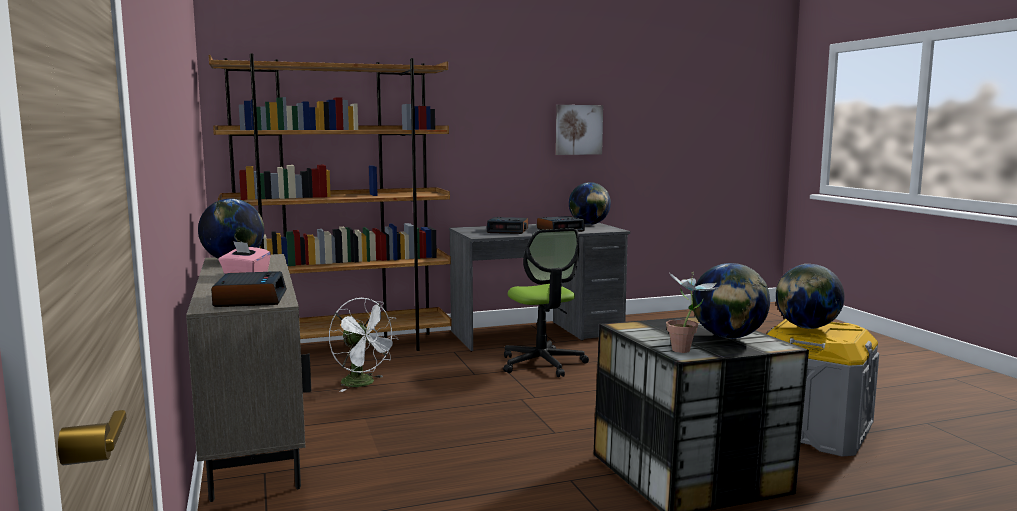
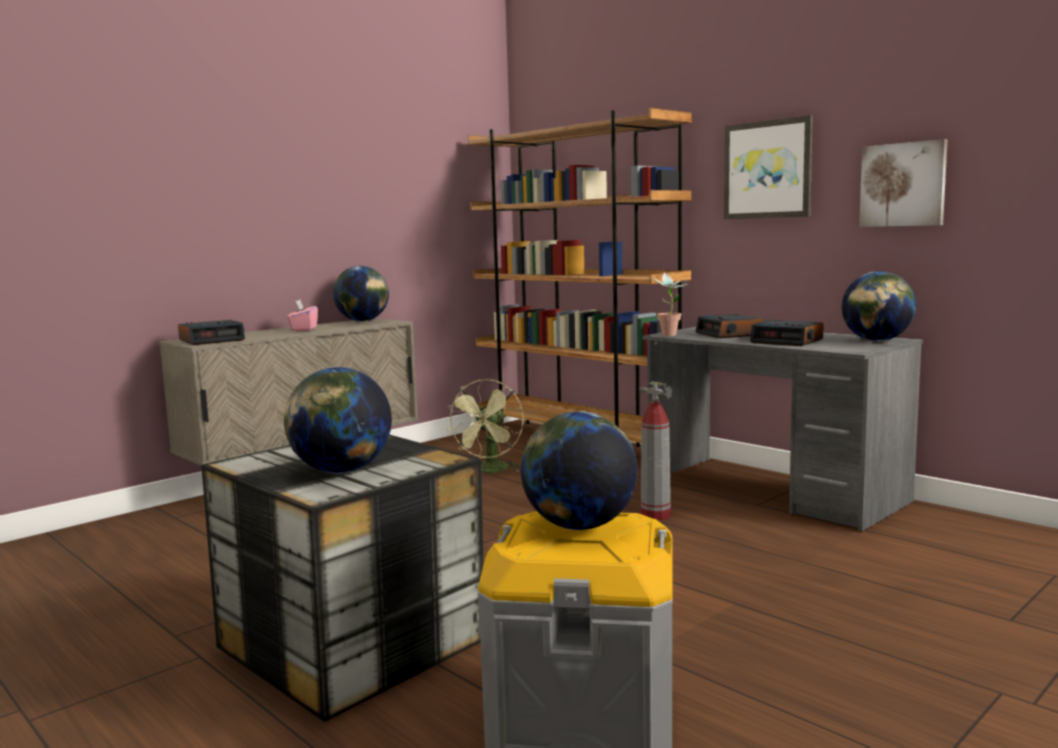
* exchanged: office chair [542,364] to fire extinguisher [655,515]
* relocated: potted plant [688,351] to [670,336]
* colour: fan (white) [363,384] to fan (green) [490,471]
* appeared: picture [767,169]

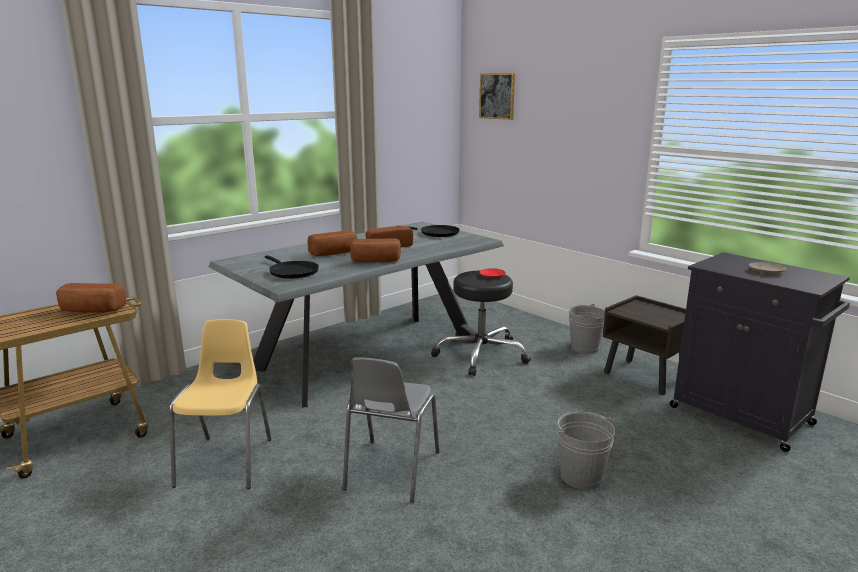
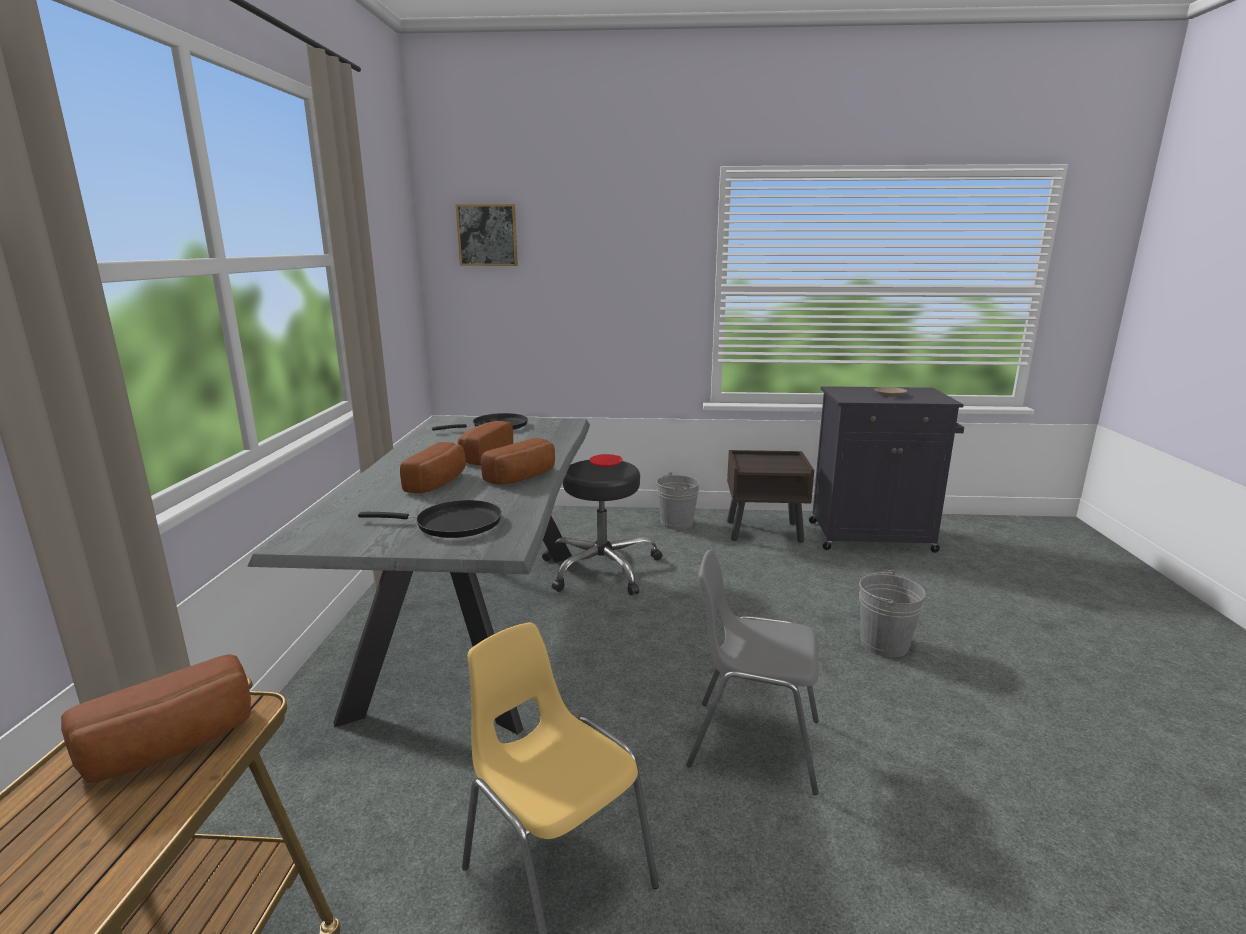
* spun: chair (grey) [391,470] = [753,743] 135 degrees clockwise

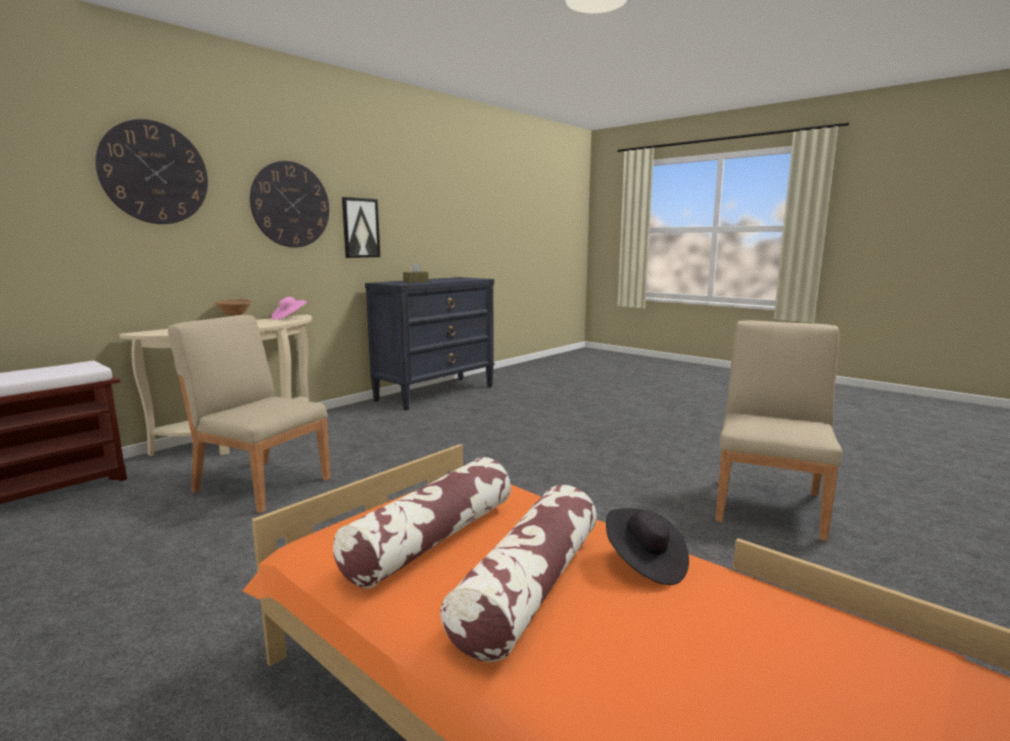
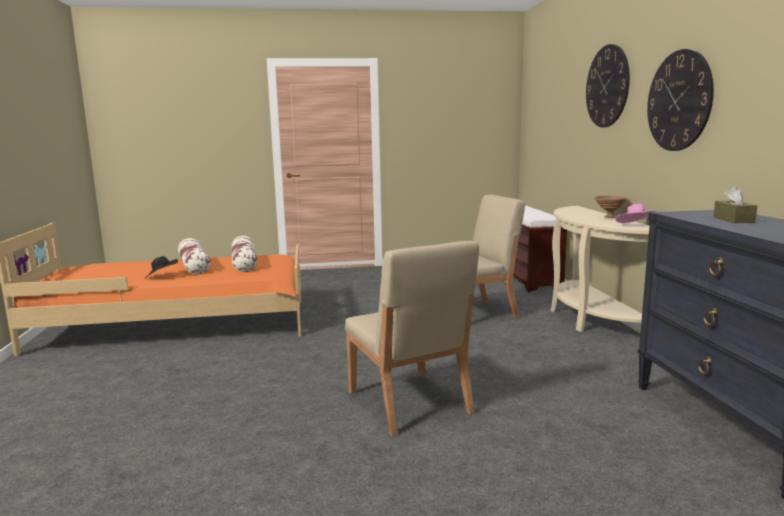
* missing: picture [360,228]
* relocated: chair (beige) [769,506] to [409,403]

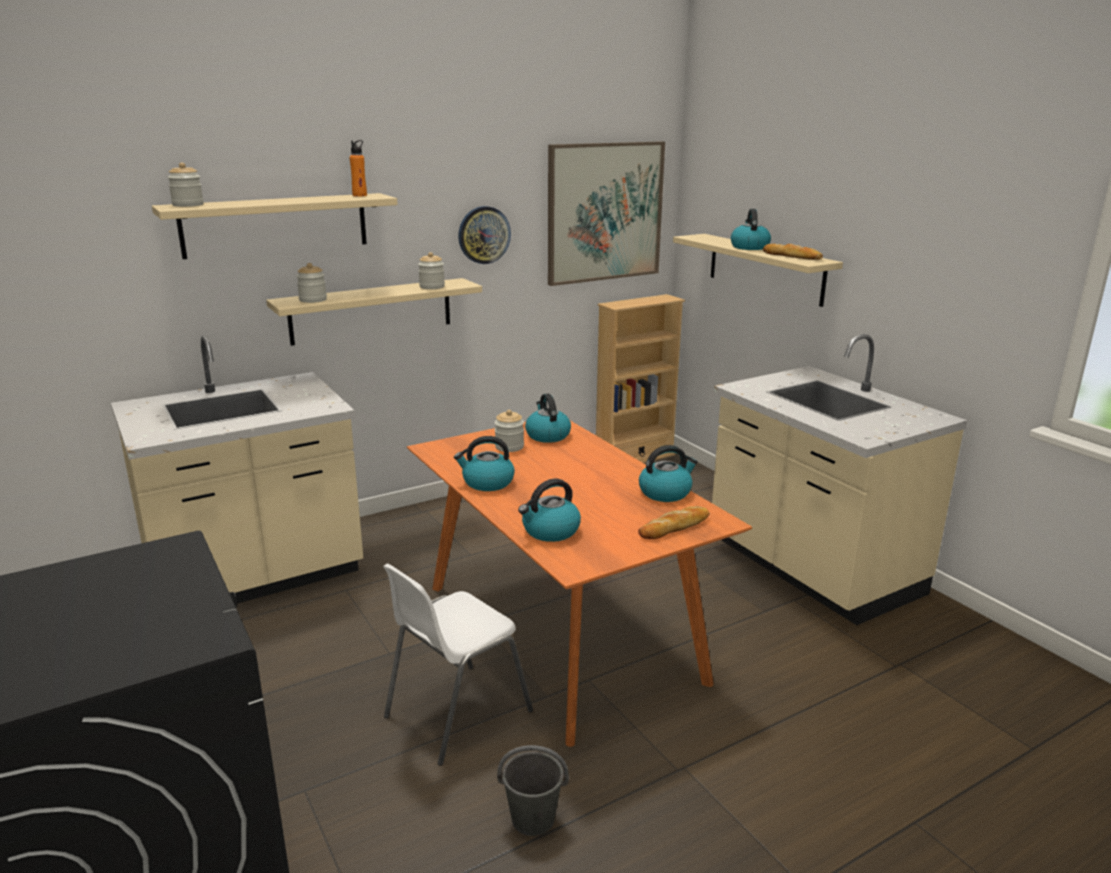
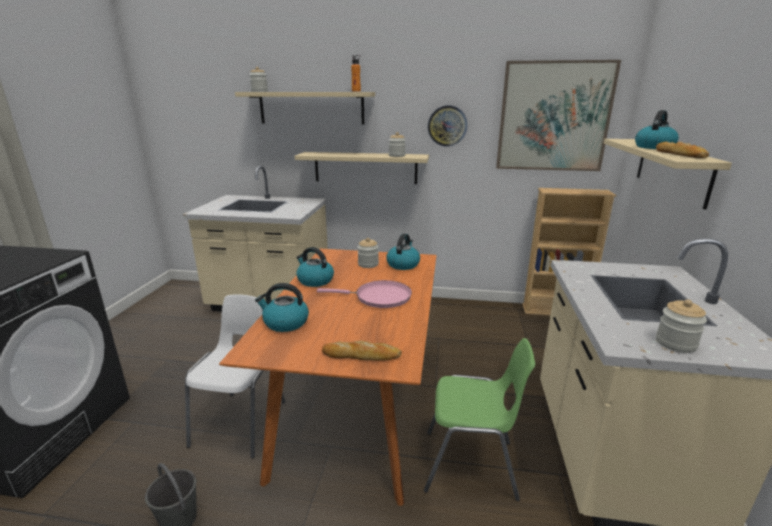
* relocated: jar [313,300] to [675,343]
* missing: kettle [665,492]
* spun: chair (white) [456,713] = [241,422] 105 degrees clockwise
* appeared: frying pan (pink) [379,297]
* appeared: chair (green) [470,465]

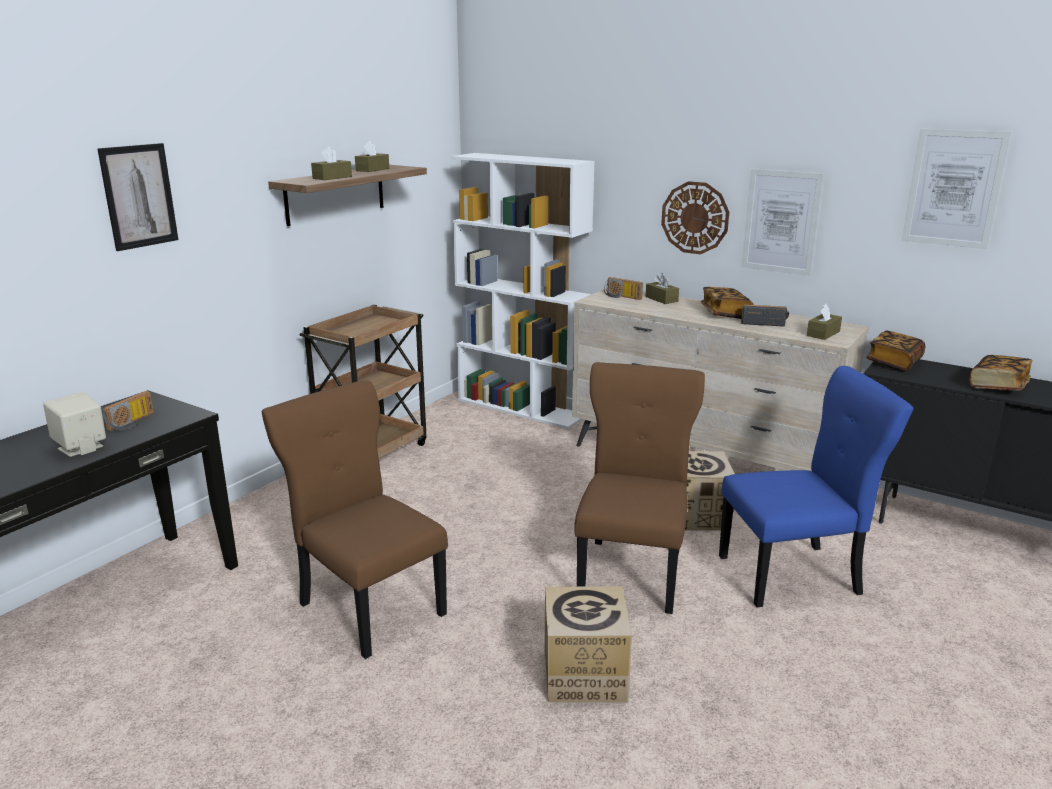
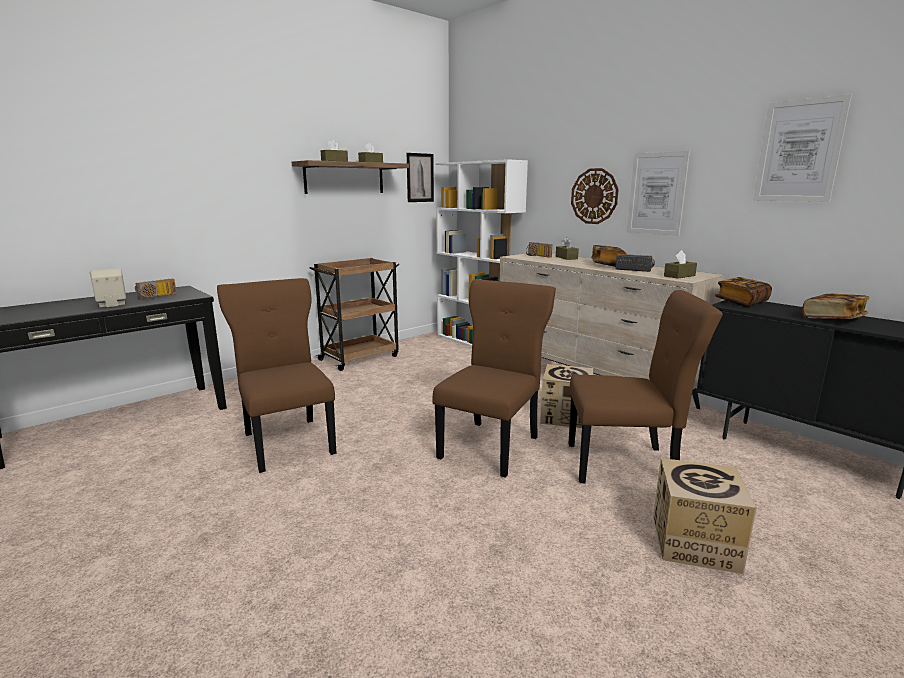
* relocated: picture [139,196] to [420,178]
* colour: chair (blue) [794,575] to chair (brown) [626,465]
* relocated: cardboard box [584,675] to [694,543]

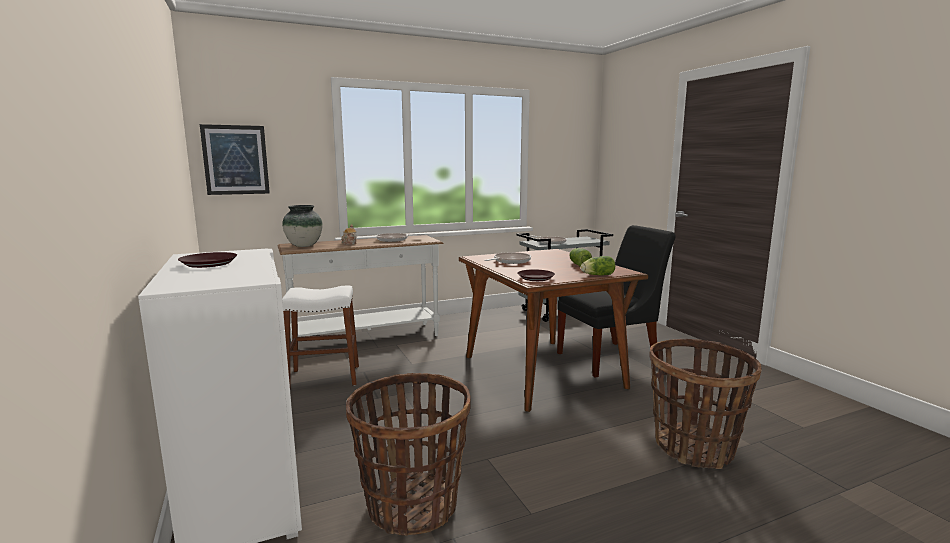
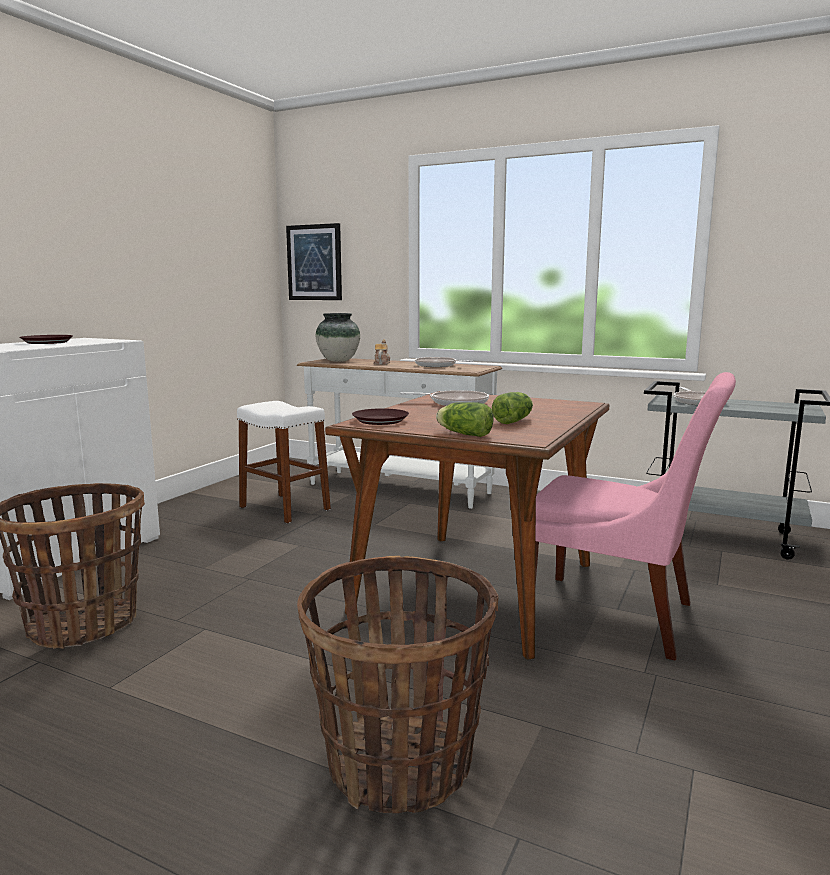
* colour: chair (black) [611,358] to chair (pink) [618,616]

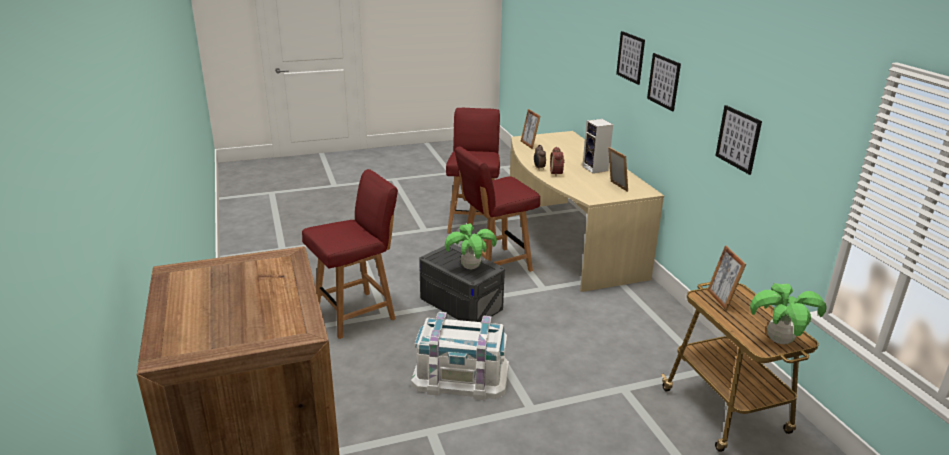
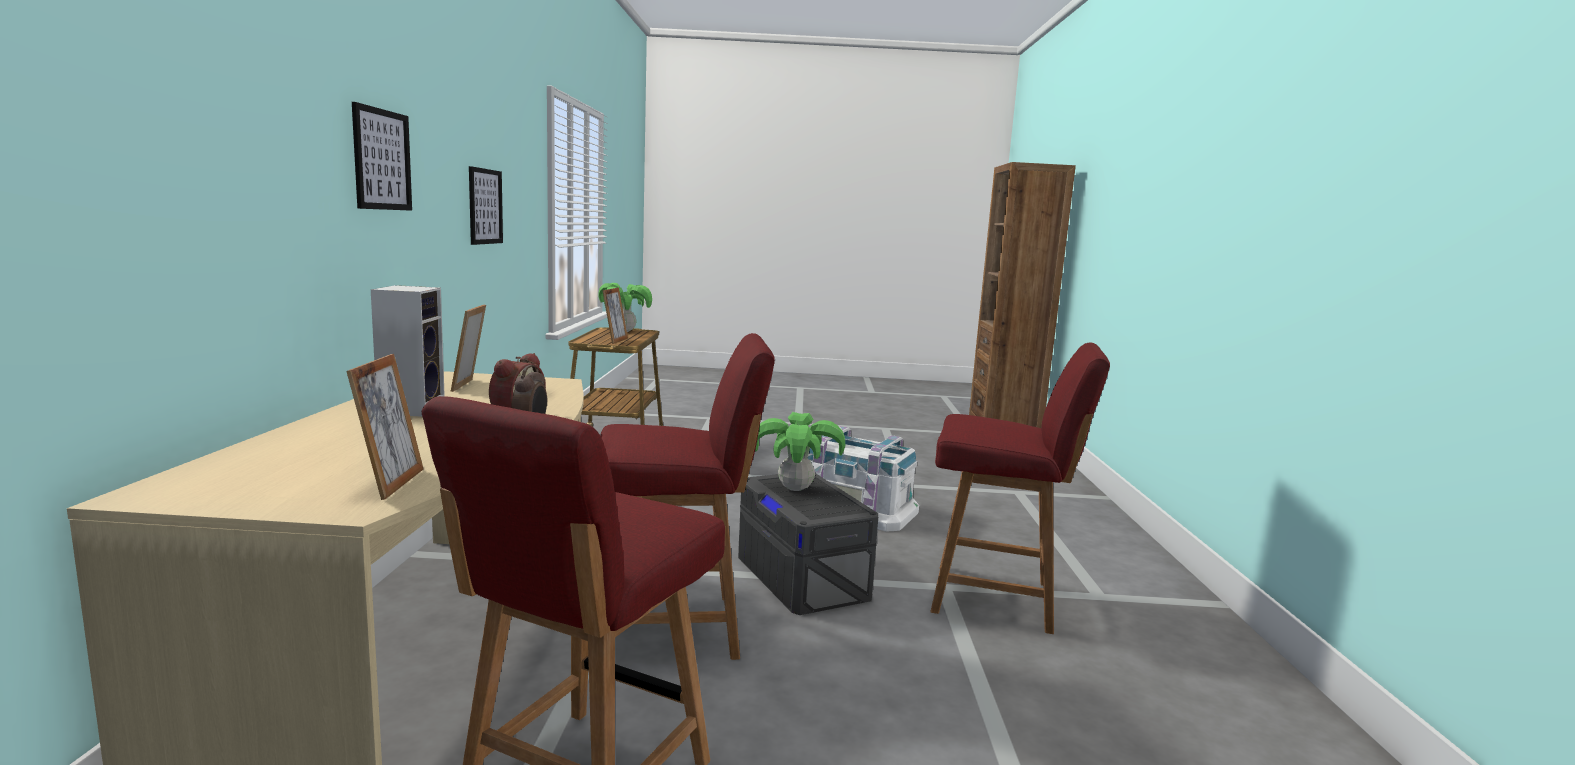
* missing: picture [630,57]
* spun: chair (red) [356,314] = [996,598] 150 degrees counterclockwise

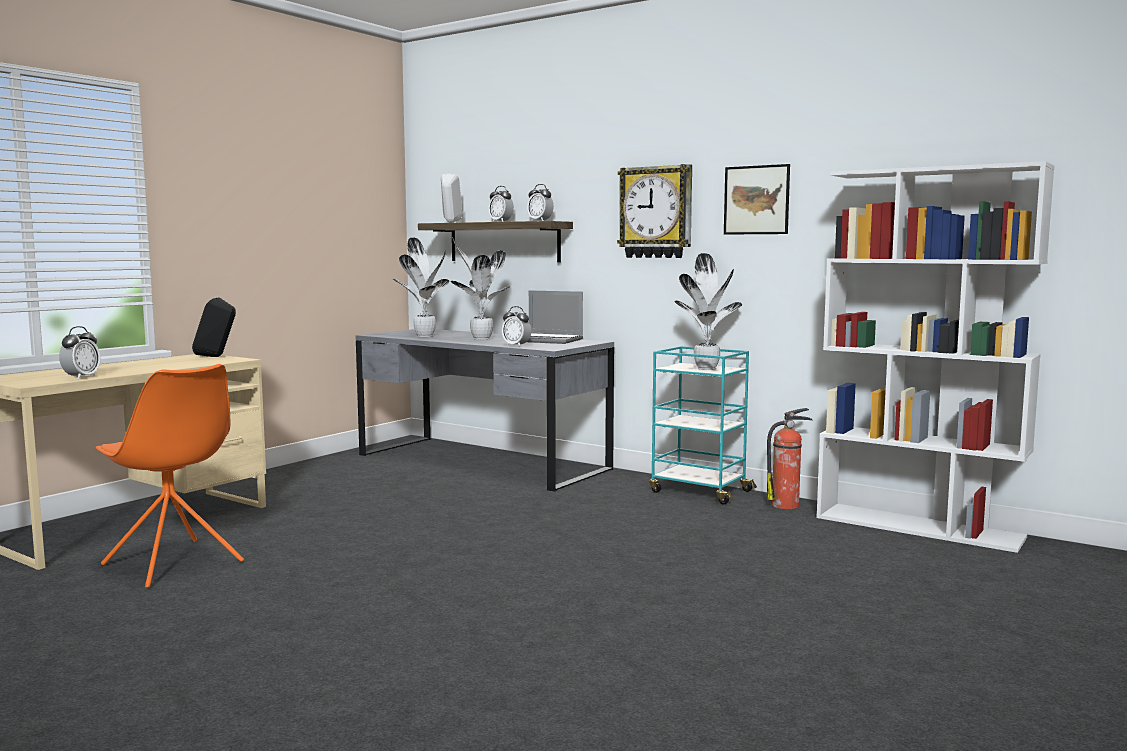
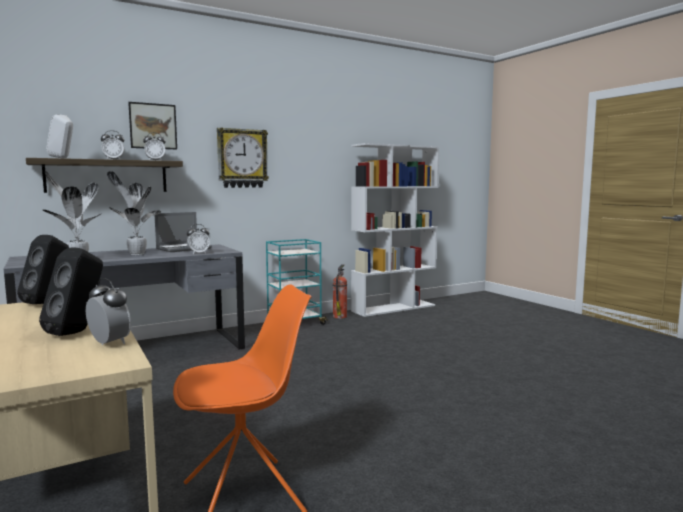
* relocated: picture [756,200] to [153,126]
* missing: potted plant [706,368]
* appeared: speaker (black) [77,332]

